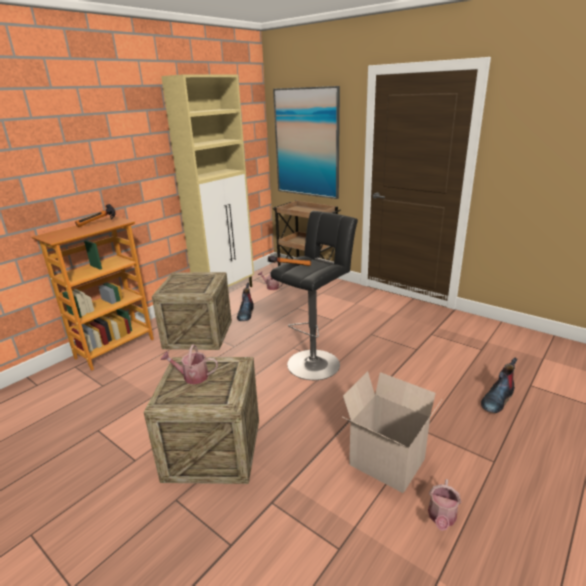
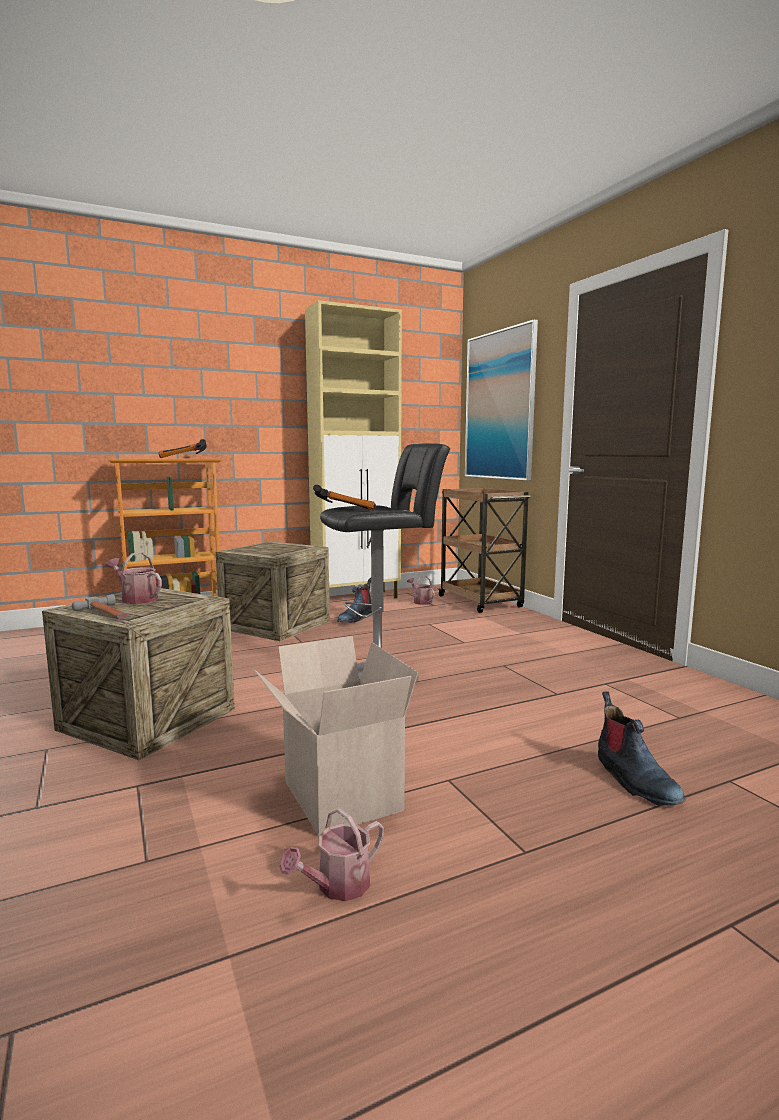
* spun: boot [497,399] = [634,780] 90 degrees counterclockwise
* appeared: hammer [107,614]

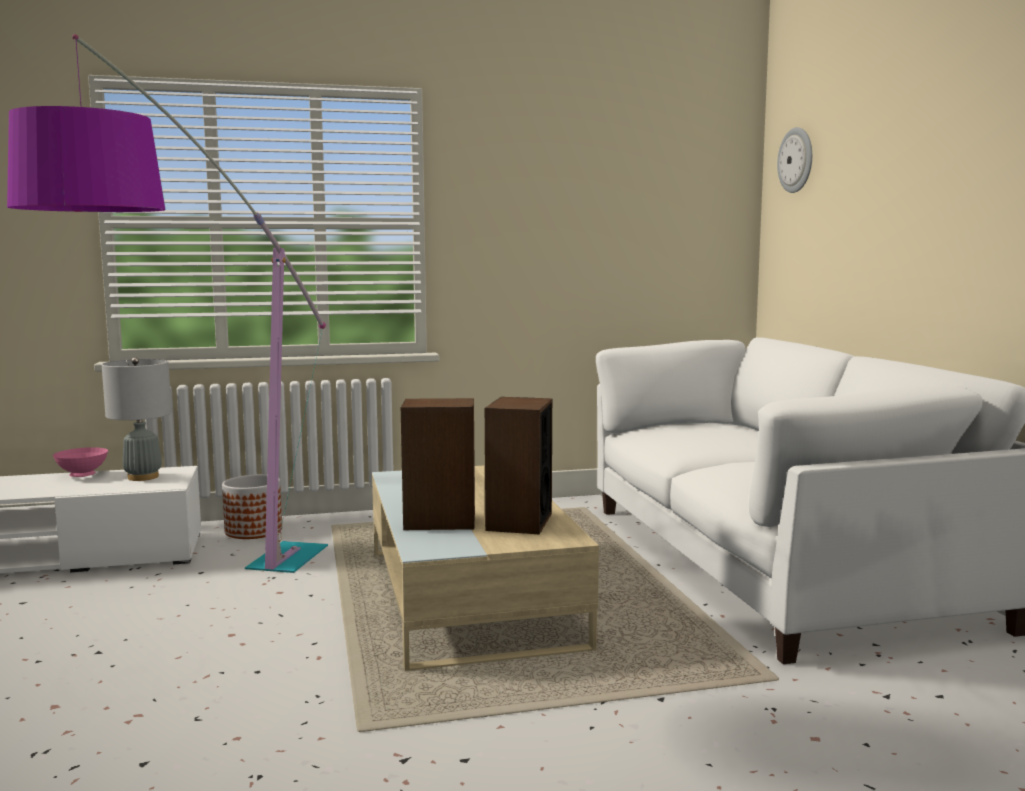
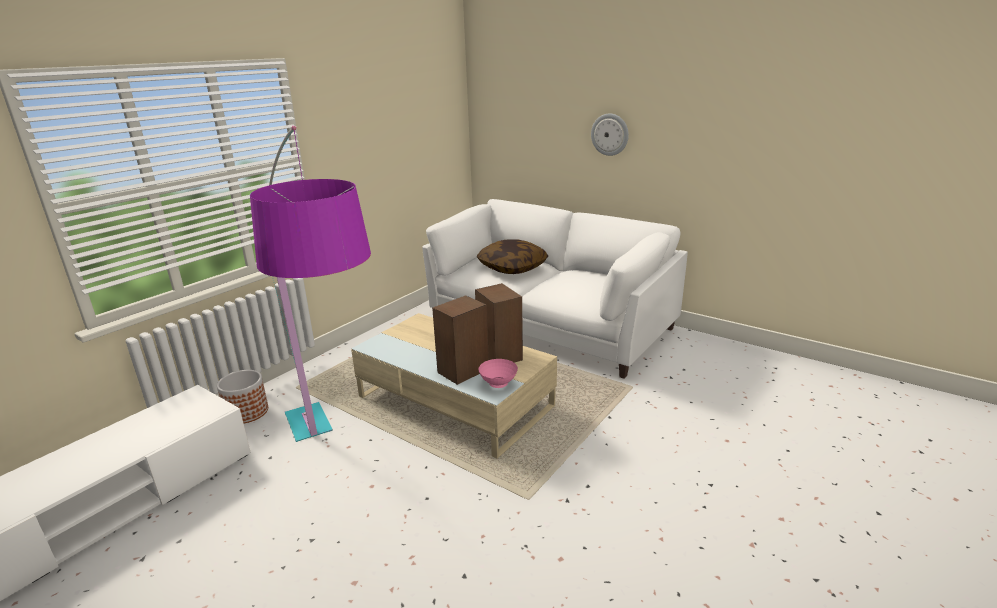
* relocated: wall clock [796,160] to [610,134]
* missing: table lamp (grey) [143,477]
* relocated: bowl (pink) [81,476] to [497,384]
* appeared: pillow [512,267]

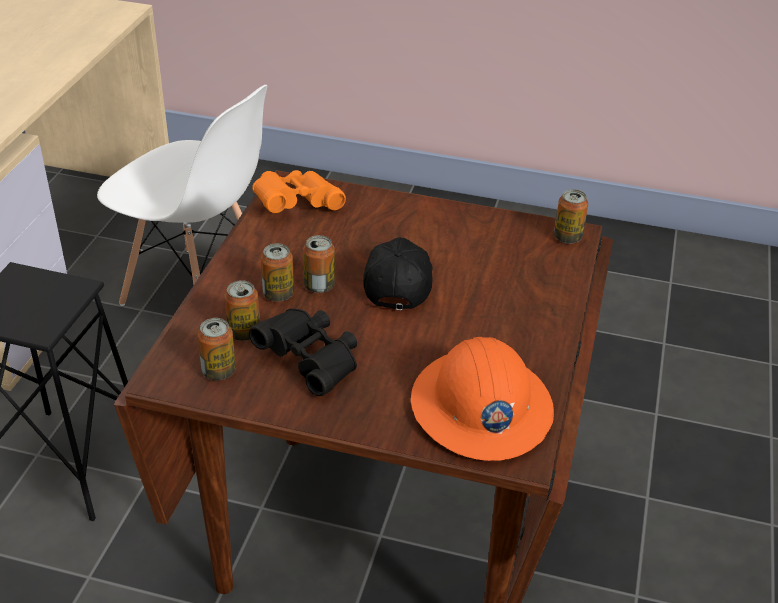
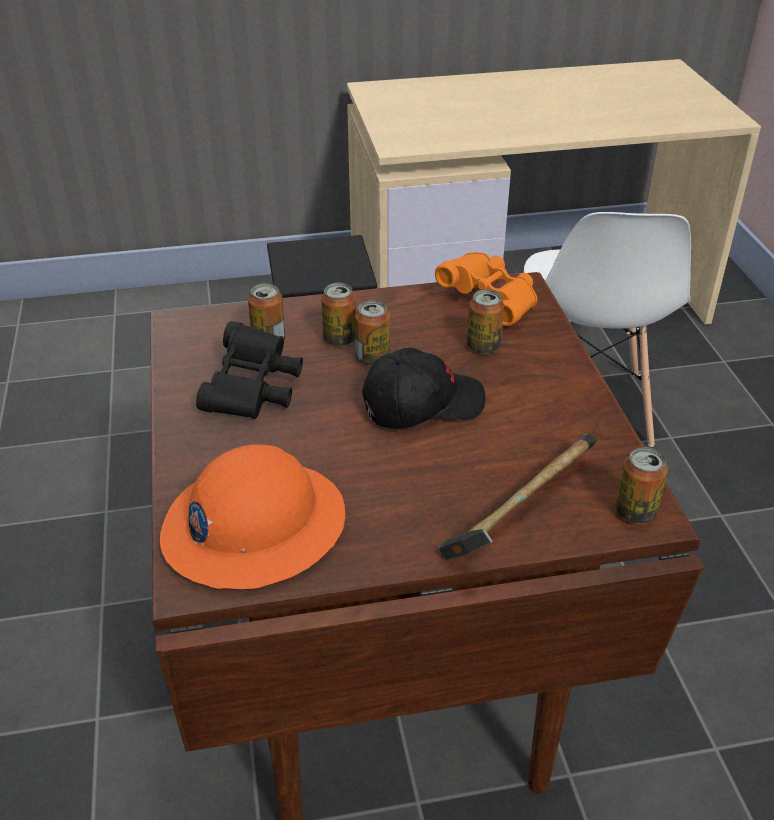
* relocated: can [218,371] to [483,346]
* appeared: hammer [519,513]

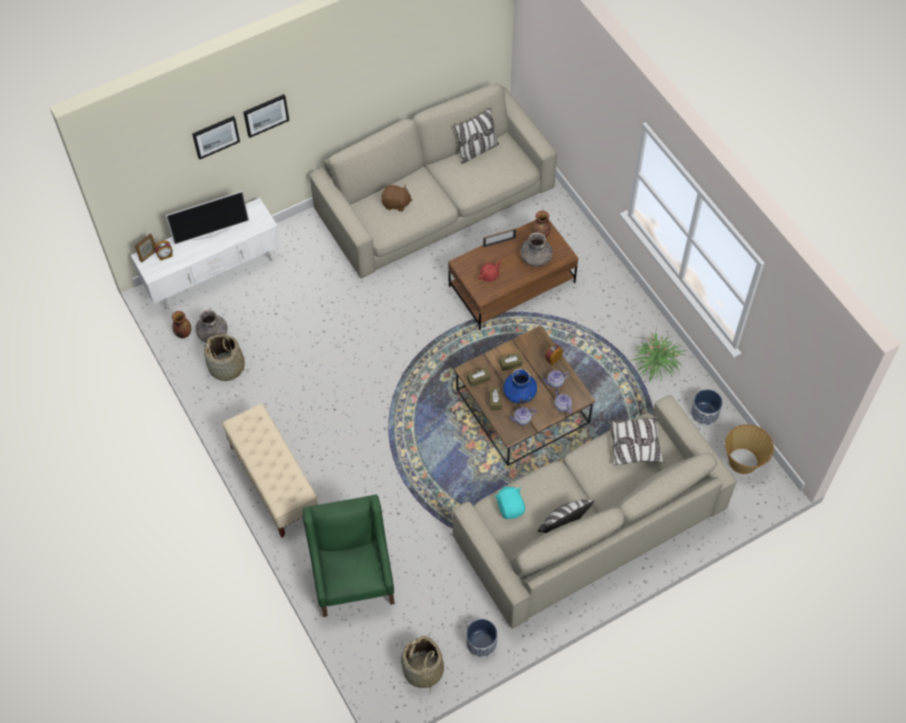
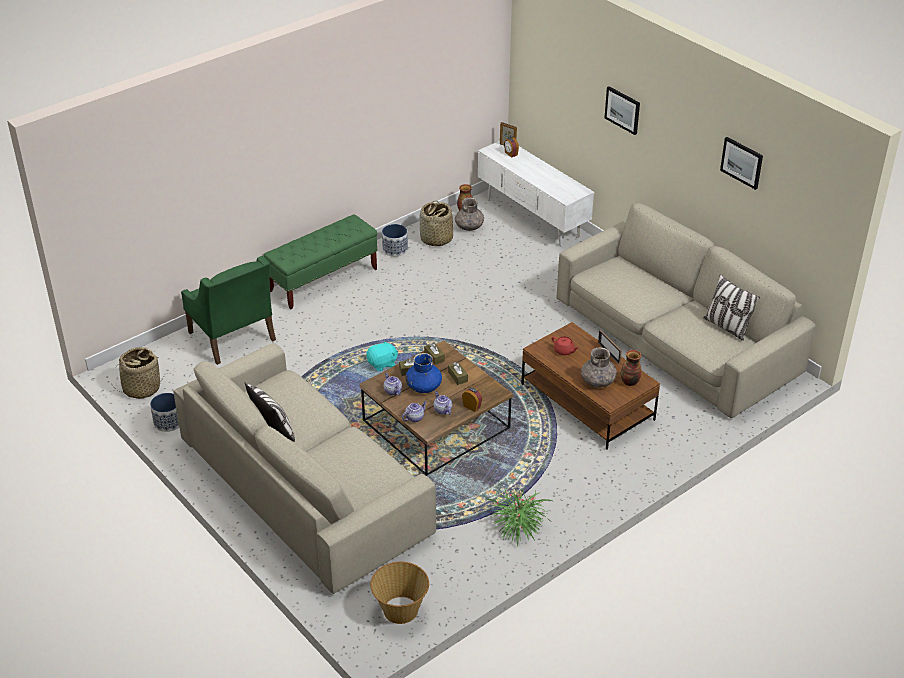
* relocated: picture [215,136] to [742,162]
* missing: plush toy (brown) [396,204]
* missing: television [211,233]
* relocated: planter [704,414] to [395,250]
* colour: bench (beige) [274,482] to bench (green) [323,280]
* missing: pillow [635,446]
* relocated: plush toy (turquoise) [510,507] to [382,364]
* spun: armchair (green) [354,578] = [232,337] 75 degrees clockwise

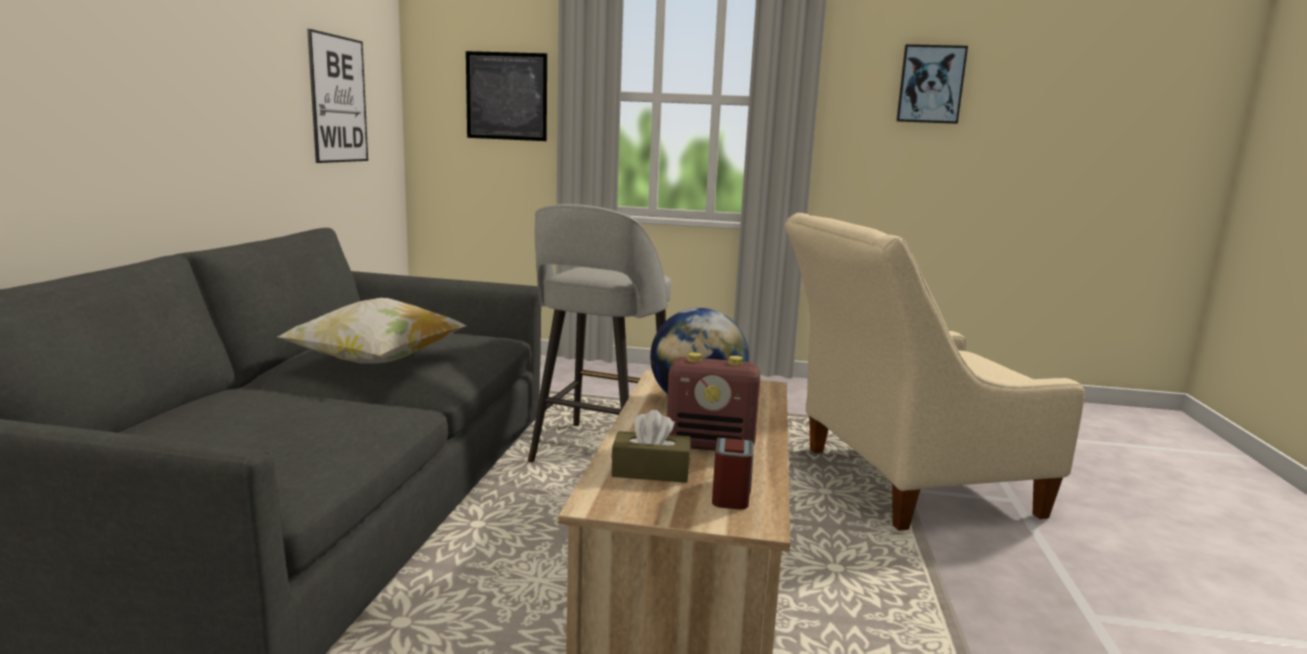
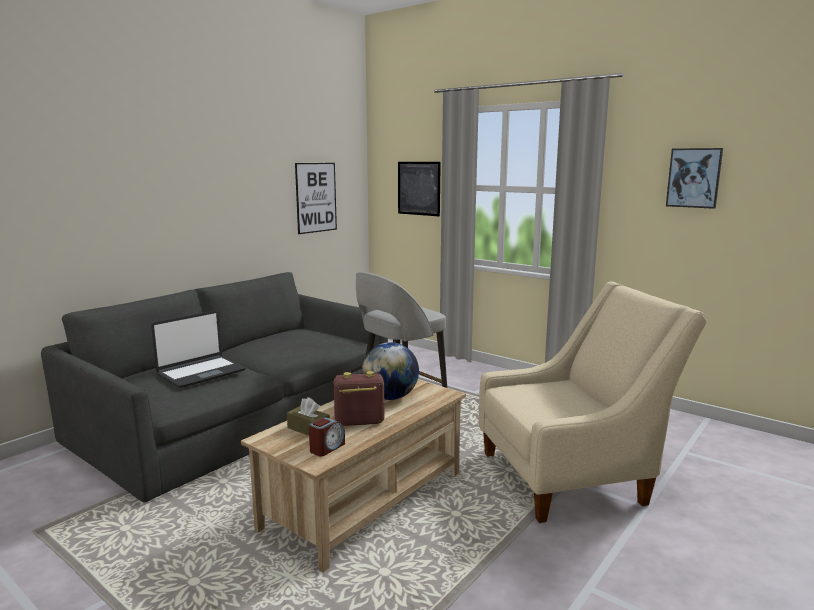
* spun: armchair (beige) [902,483] = [573,476] 150 degrees clockwise
* missing: pillow [376,362]
* spun: radio [711,445] = [359,422] 135 degrees clockwise
* appeared: laptop [201,372]

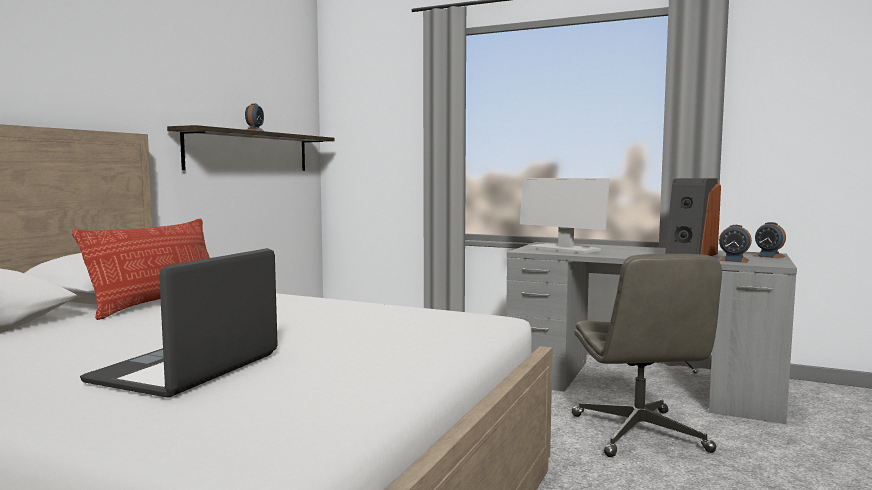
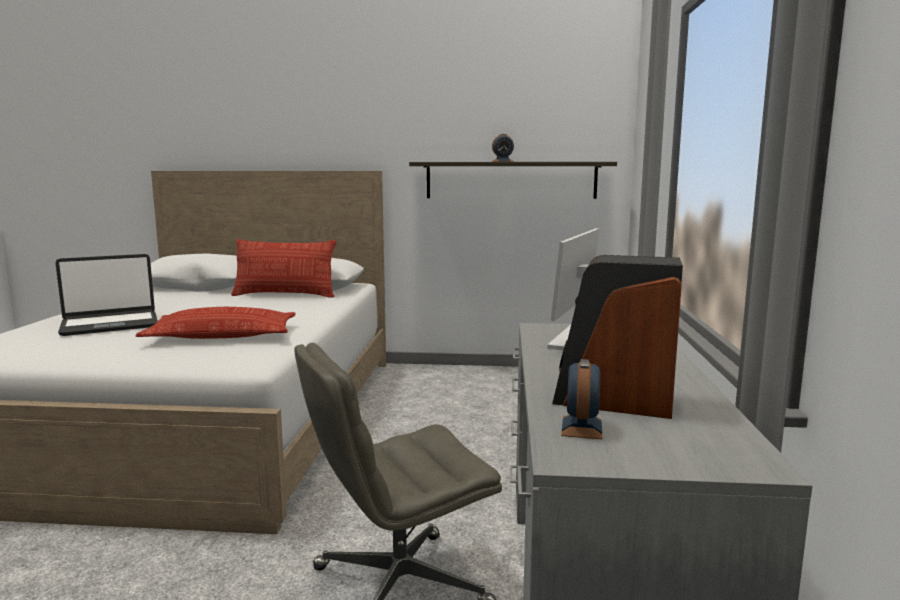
* missing: alarm clock [769,256]
* spun: laptop [188,369] = [110,324] 150 degrees clockwise
* appeared: pillow [222,335]

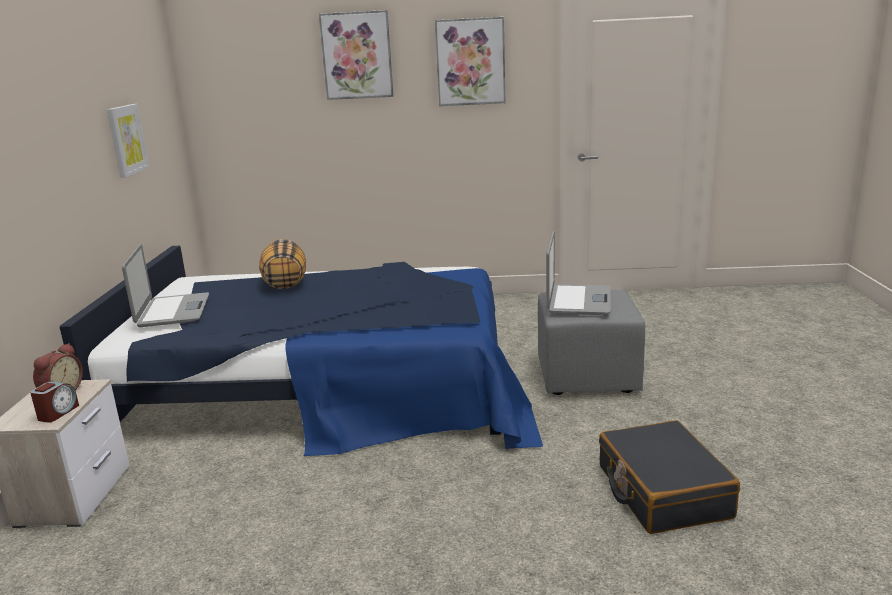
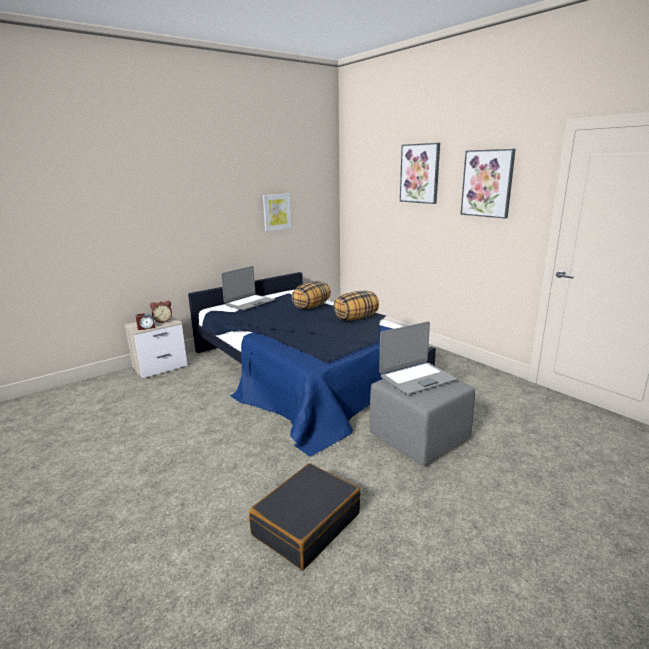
* appeared: pillow [356,318]

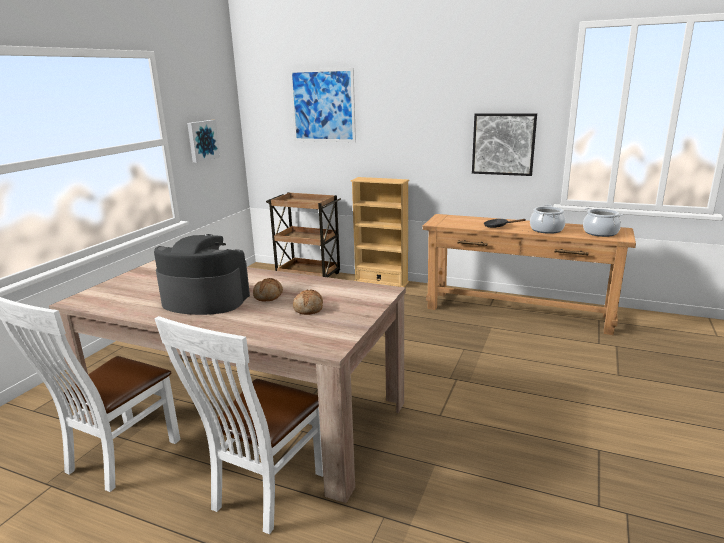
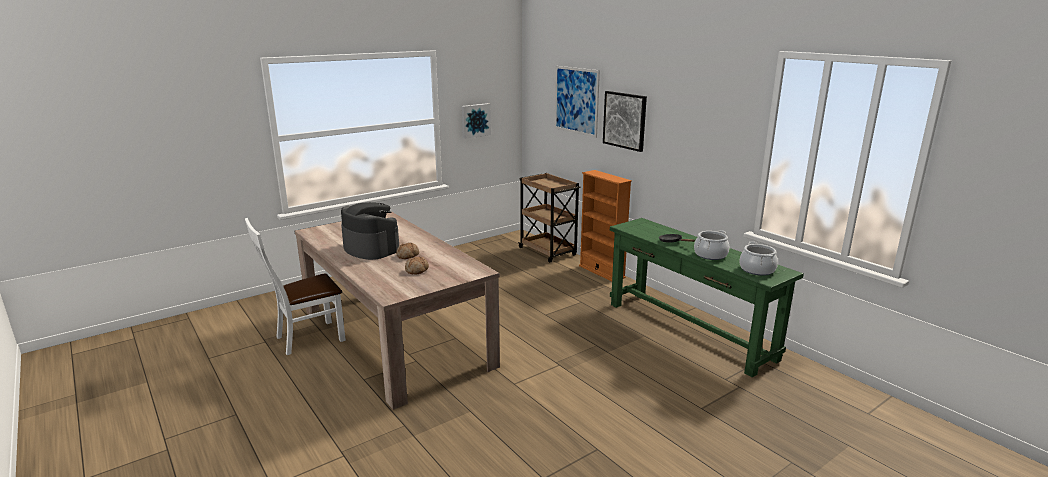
* relocated: picture [503,144] to [625,120]
* colour: bookcase (beige) [381,282] to bookcase (orange) [601,271]
* colour: console table (brown) [517,312] to console table (green) [688,330]
* missing: chair (white) [264,493]

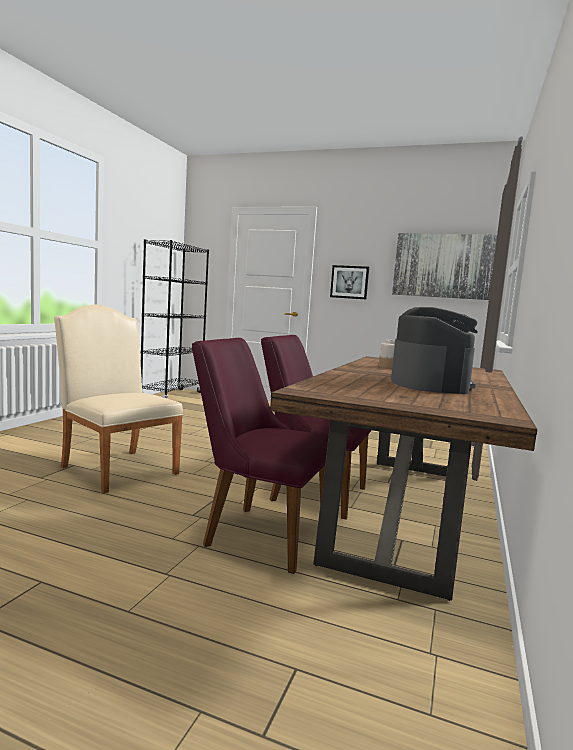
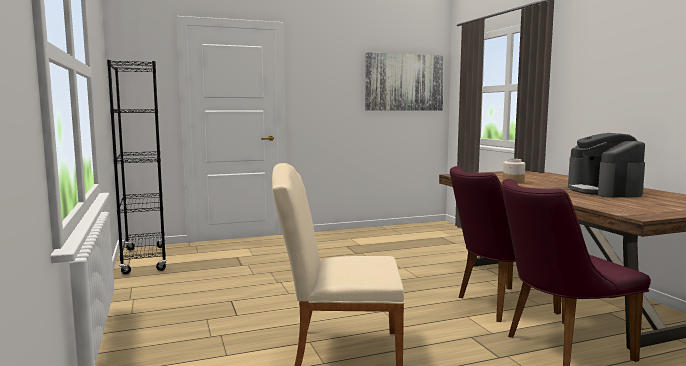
* missing: picture [349,282]
* spun: coffee machine [429,384] = [603,191] 150 degrees counterclockwise

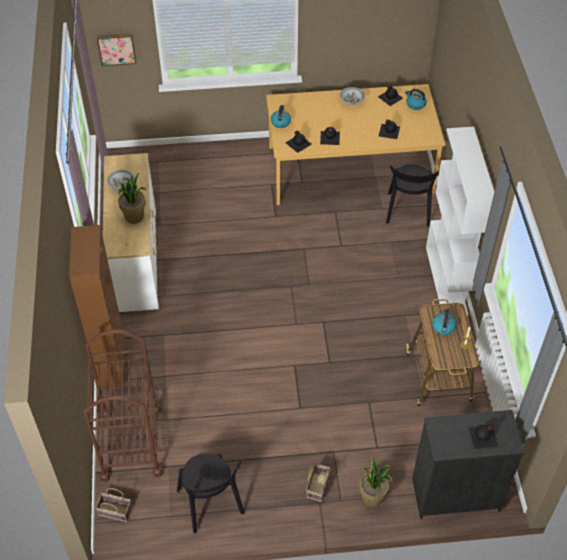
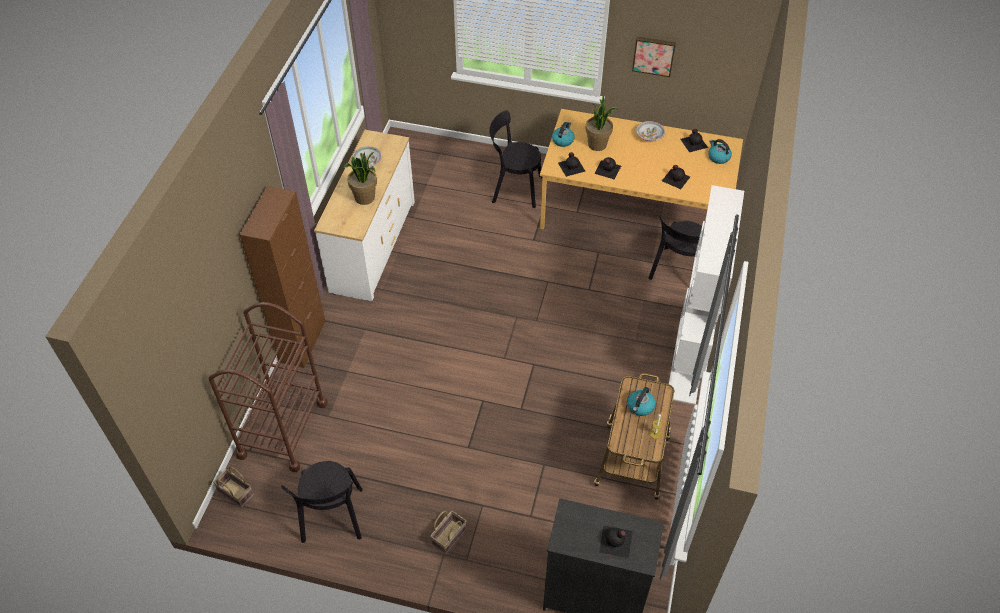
* relocated: picture [116,48] to [653,55]
* relocated: potted plant [372,497] to [597,144]
* appeared: chair (black) [514,189]

